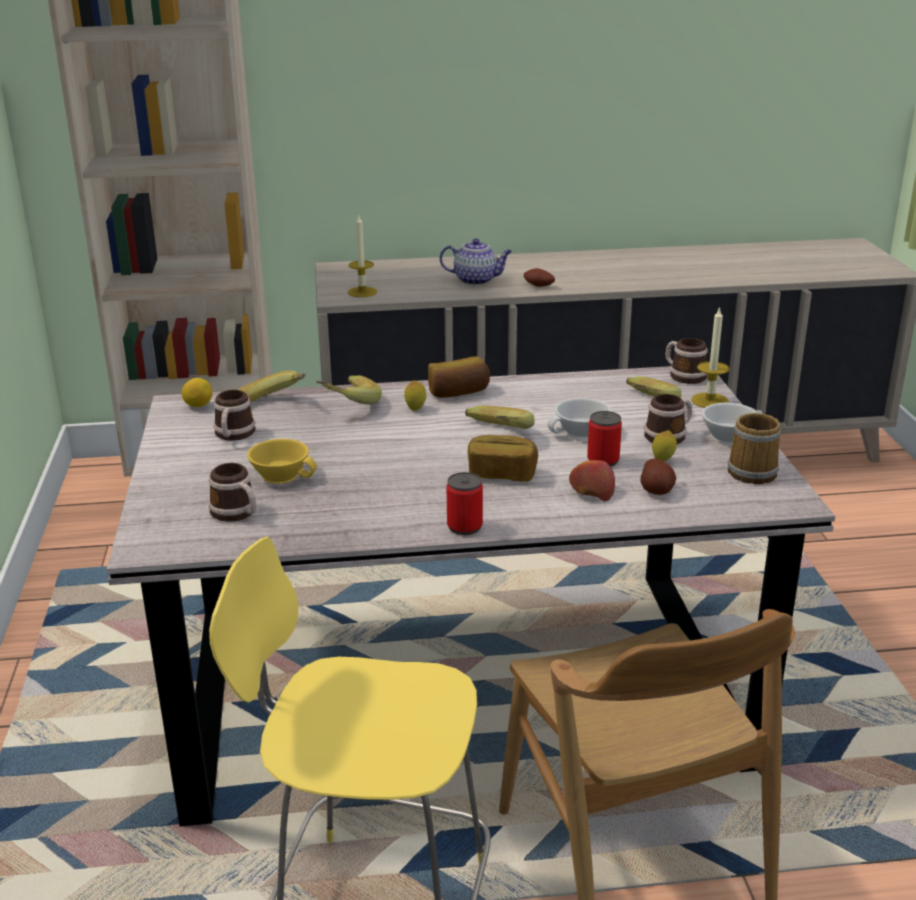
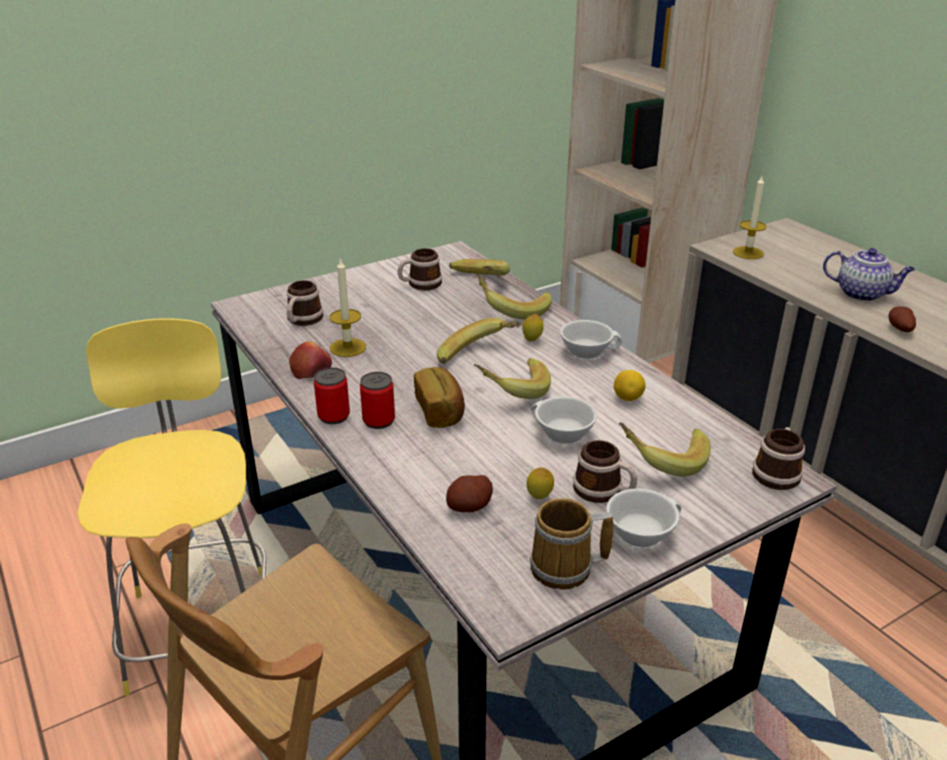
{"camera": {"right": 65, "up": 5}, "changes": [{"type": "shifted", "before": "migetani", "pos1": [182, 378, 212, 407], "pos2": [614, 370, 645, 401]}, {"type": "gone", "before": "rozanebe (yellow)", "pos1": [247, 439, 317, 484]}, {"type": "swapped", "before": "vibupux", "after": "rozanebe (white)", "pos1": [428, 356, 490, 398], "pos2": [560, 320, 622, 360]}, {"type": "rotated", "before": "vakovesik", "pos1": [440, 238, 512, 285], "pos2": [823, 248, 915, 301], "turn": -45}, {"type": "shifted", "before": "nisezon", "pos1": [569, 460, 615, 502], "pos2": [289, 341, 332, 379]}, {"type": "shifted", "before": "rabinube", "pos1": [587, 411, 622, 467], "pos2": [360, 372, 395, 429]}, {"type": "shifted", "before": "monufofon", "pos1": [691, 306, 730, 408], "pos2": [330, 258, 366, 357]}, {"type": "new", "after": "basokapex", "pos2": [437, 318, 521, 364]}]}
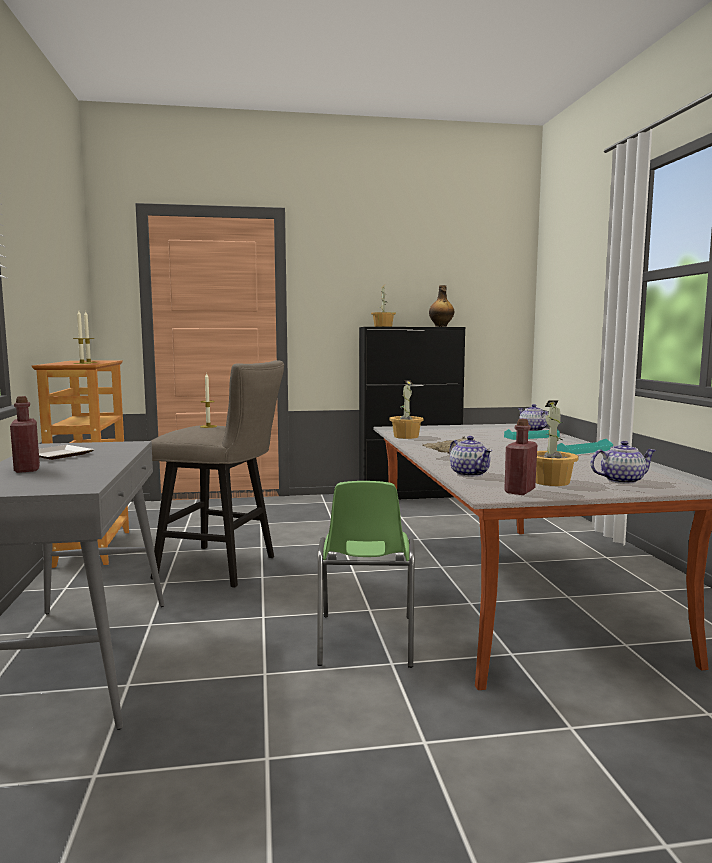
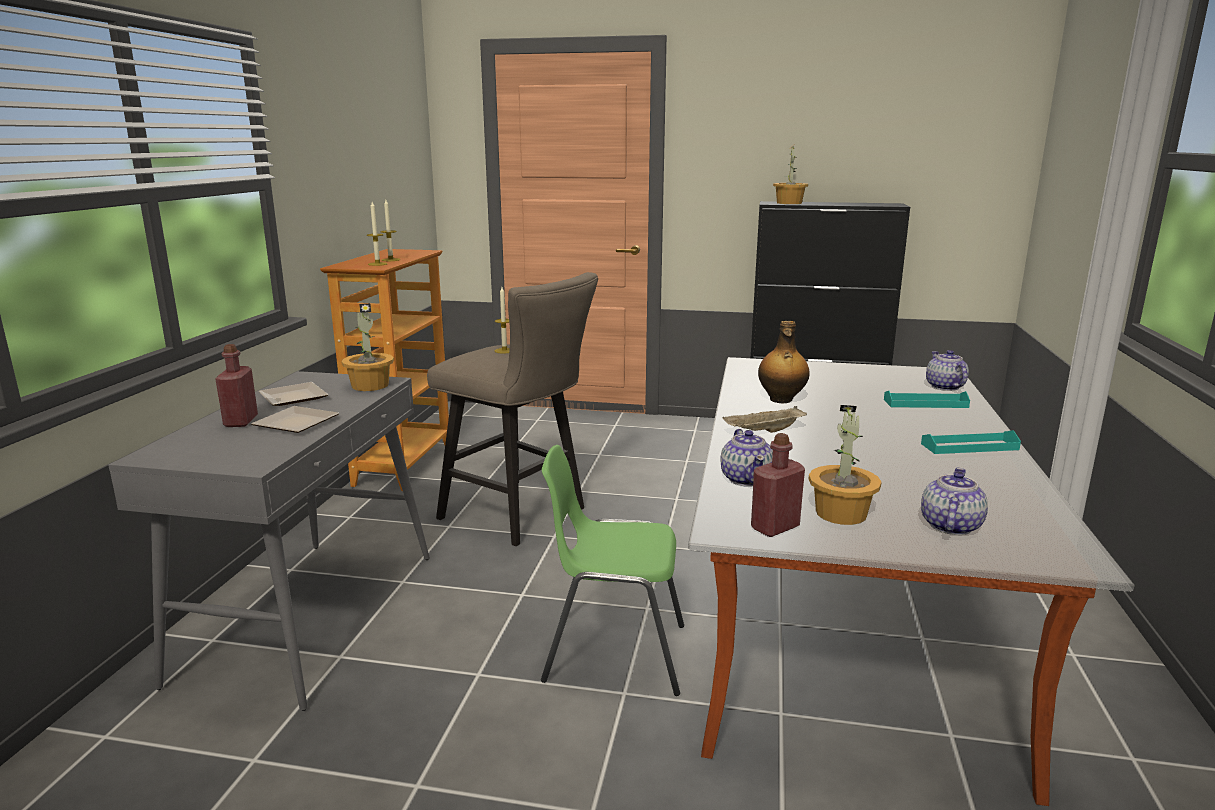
{"camera": {"right": 20, "up": 10}, "changes": [{"type": "rotated", "before": "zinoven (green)", "pos1": [317, 481, 415, 668], "pos2": [541, 445, 684, 696], "turn": 75}, {"type": "shifted", "before": "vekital", "pos1": [389, 380, 424, 439], "pos2": [341, 303, 394, 391]}, {"type": "shifted", "before": "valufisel", "pos1": [429, 285, 454, 327], "pos2": [758, 321, 810, 403]}, {"type": "rotated", "before": "vakovesik", "pos1": [591, 441, 657, 484], "pos2": [921, 468, 988, 535], "turn": -75}, {"type": "new", "after": "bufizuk", "pos2": [251, 406, 339, 433]}]}
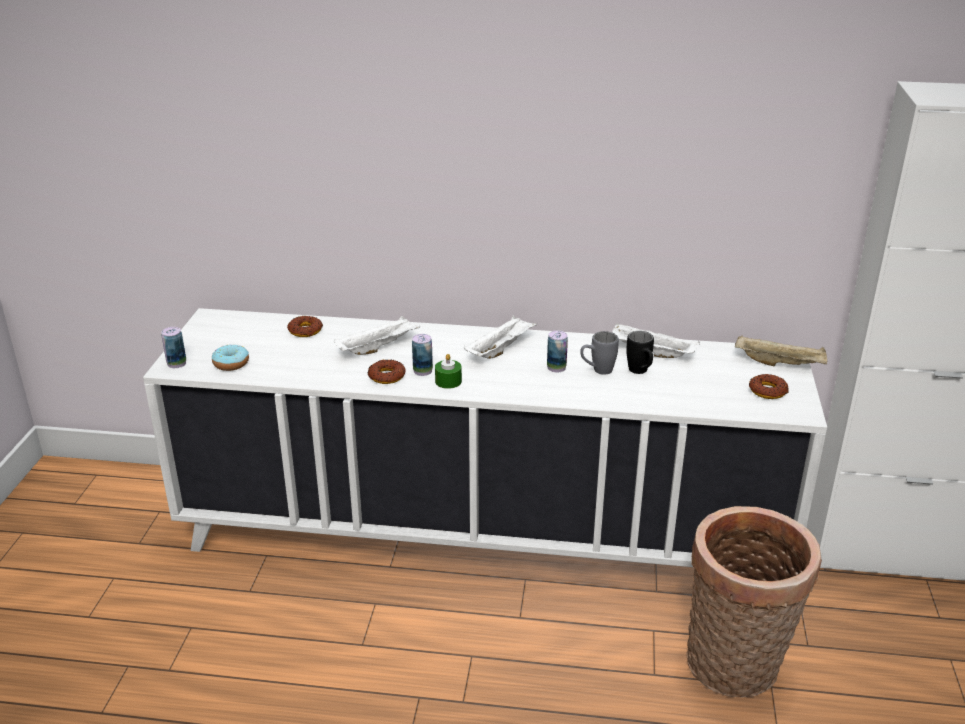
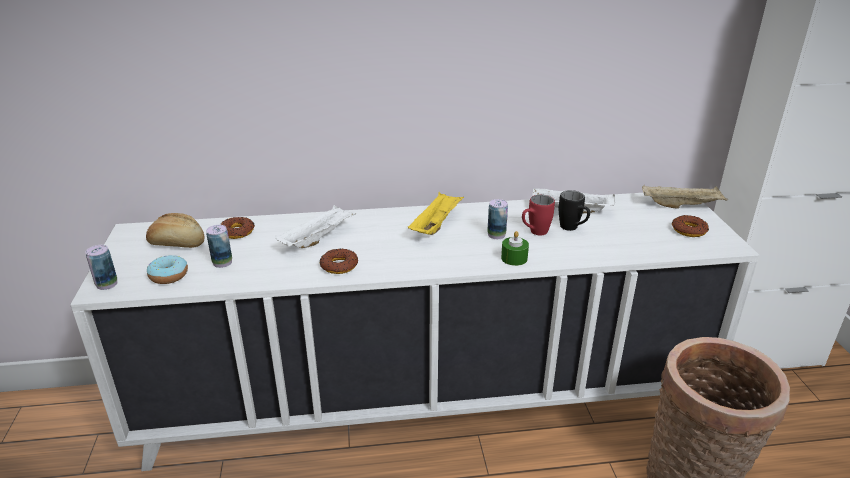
{"camera": {"right": -15, "up": 0}, "changes": [{"type": "shifted", "before": "rabinube", "pos1": [412, 334, 433, 376], "pos2": [206, 225, 232, 268]}, {"type": "shifted", "before": "monufofon (green)", "pos1": [435, 354, 462, 389], "pos2": [501, 231, 529, 266]}, {"type": "repainted", "before": "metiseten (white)", "after": "metiseten (yellow)", "pos1": [464, 315, 537, 359], "pos2": [408, 192, 464, 235]}, {"type": "repainted", "before": "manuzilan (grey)", "after": "manuzilan (red)", "pos1": [580, 331, 619, 375], "pos2": [522, 195, 555, 235]}, {"type": "new", "after": "vibupux", "pos2": [146, 213, 205, 248]}]}
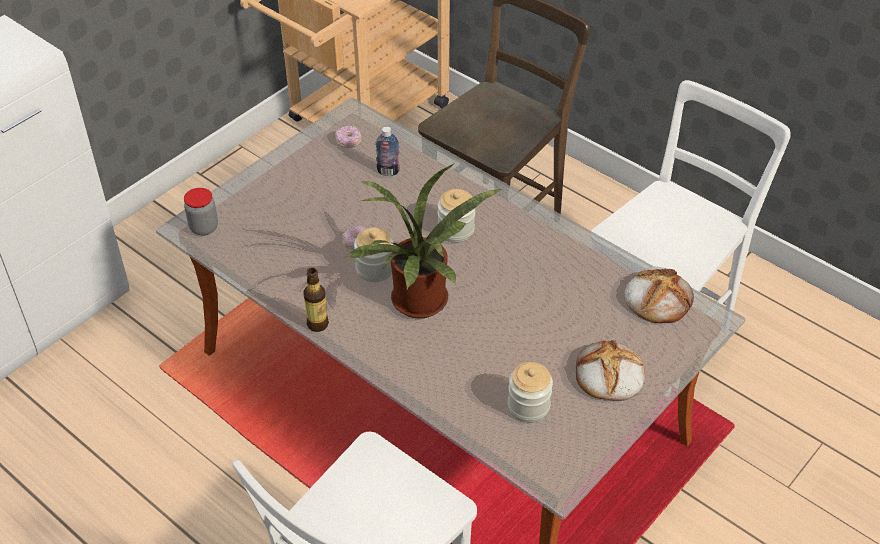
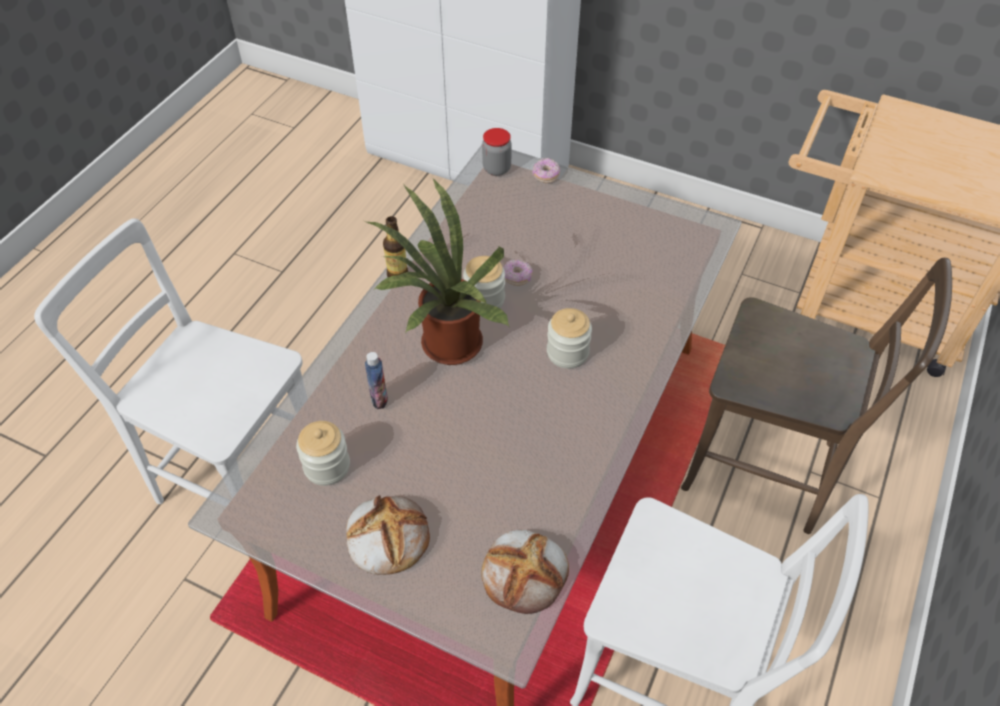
{"camera": {"right": 75, "up": 5}, "changes": [{"type": "shifted", "before": "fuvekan", "pos1": [335, 126, 362, 148], "pos2": [532, 158, 560, 183]}, {"type": "shifted", "before": "valufisel", "pos1": [375, 126, 400, 176], "pos2": [365, 352, 388, 409]}]}
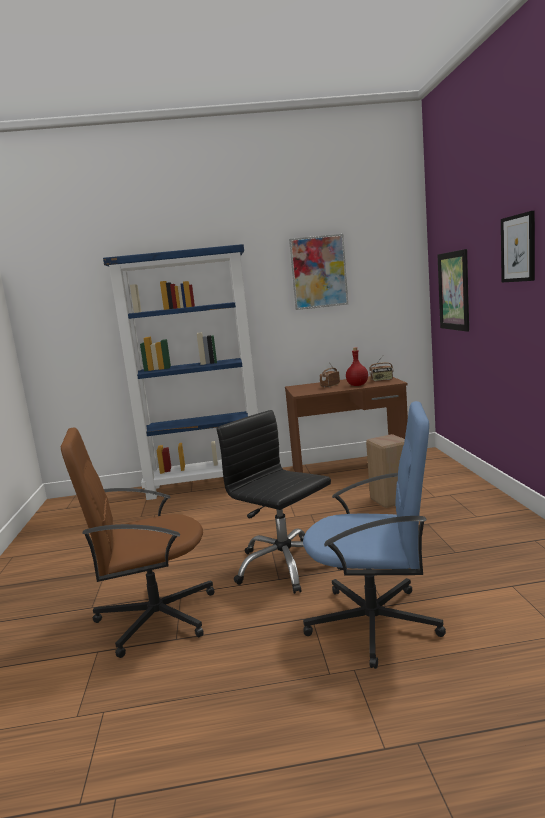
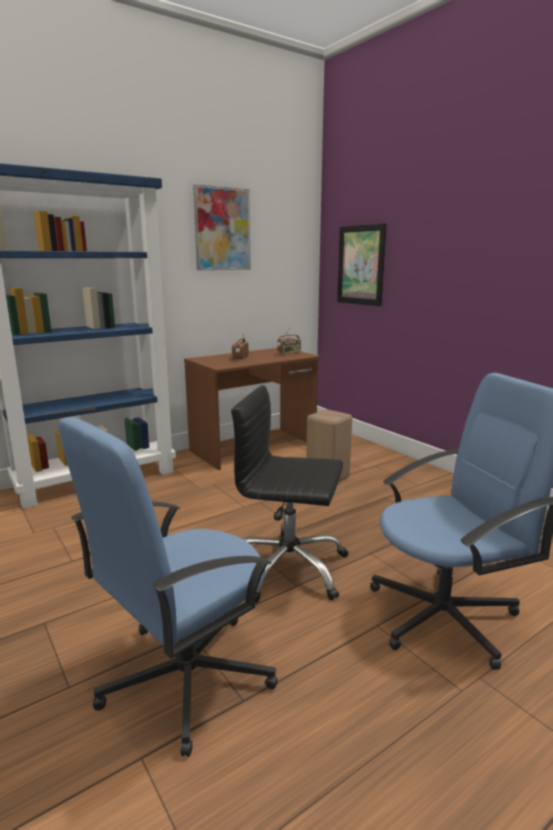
{"camera": {"right": -30, "up": 5}, "changes": [{"type": "repainted", "before": "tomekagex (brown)", "after": "tomekagex (blue)", "pos1": [61, 428, 214, 658], "pos2": [58, 417, 278, 757]}, {"type": "gone", "before": "valufisel (red)", "pos1": [346, 347, 368, 386]}, {"type": "gone", "before": "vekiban", "pos1": [501, 211, 535, 282]}]}
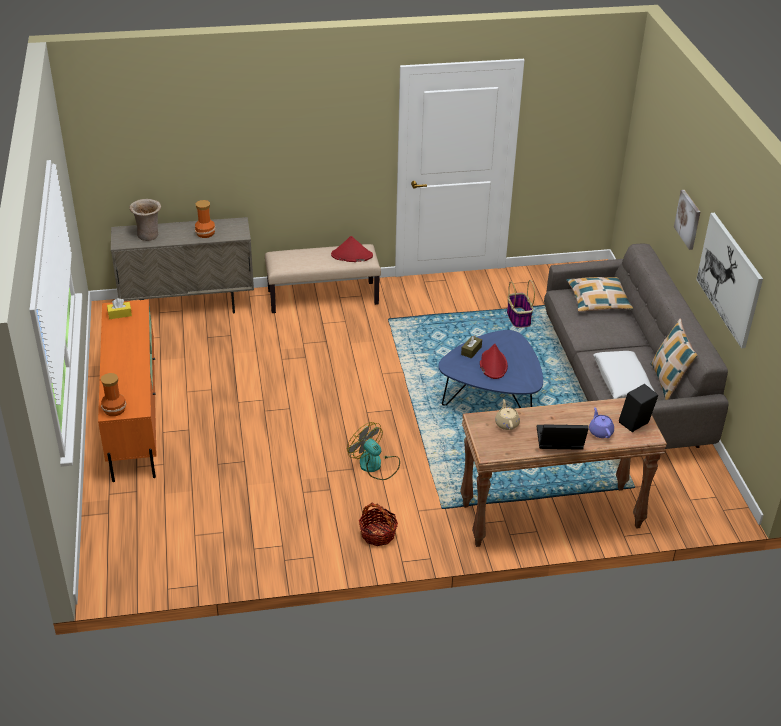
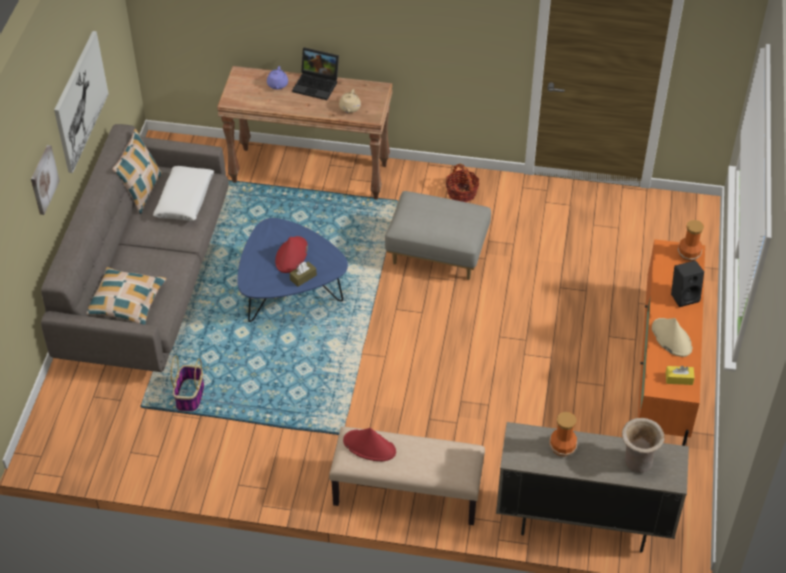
{"camera": {"right": -160, "up": 10}, "changes": [{"type": "swapped", "before": "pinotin", "after": "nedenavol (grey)", "pos1": [347, 422, 400, 480], "pos2": [385, 191, 491, 280]}, {"type": "shifted", "before": "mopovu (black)", "pos1": [619, 384, 658, 432], "pos2": [671, 260, 704, 307]}, {"type": "new", "after": "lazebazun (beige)", "pos2": [652, 318, 692, 357]}]}
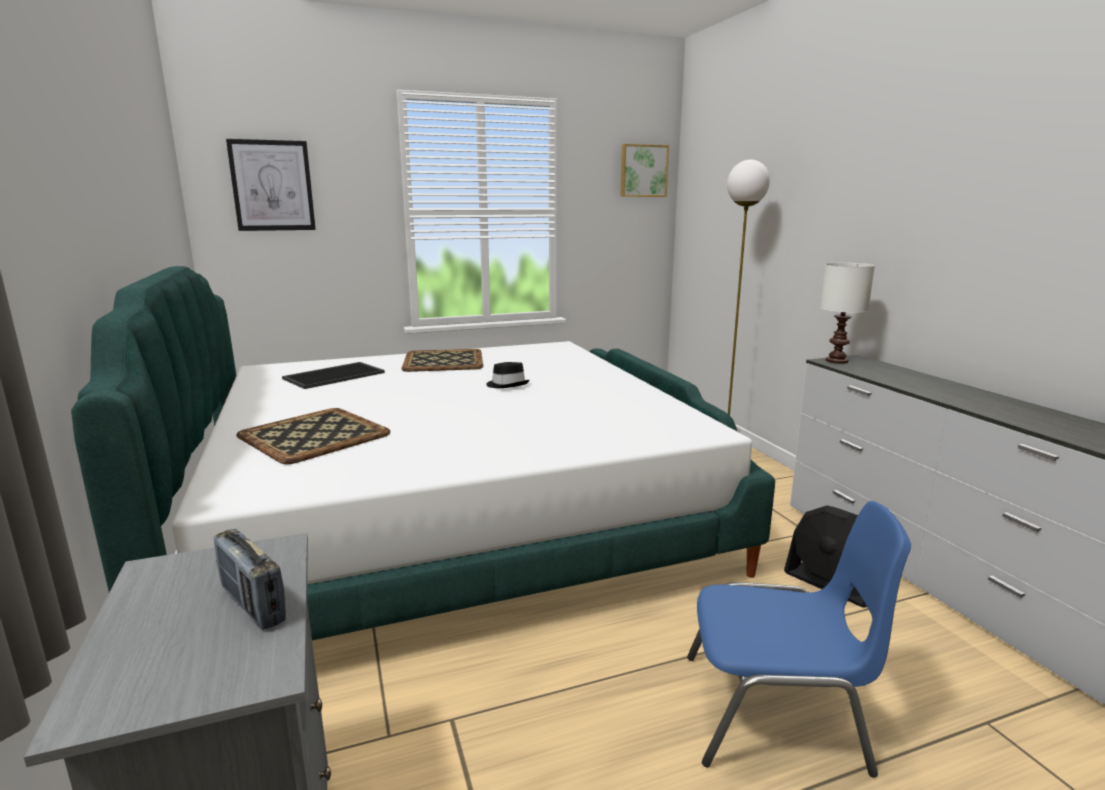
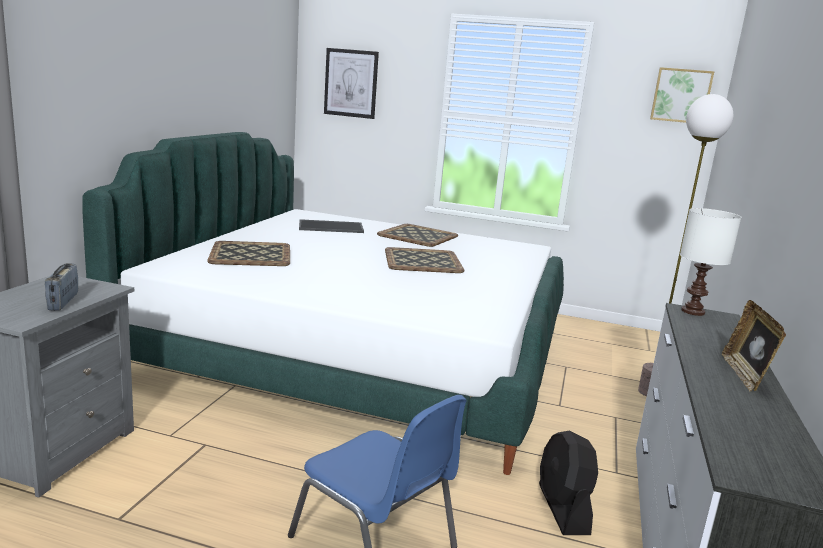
{"camera": {"right": 35, "up": 0}, "changes": [{"type": "swapped", "before": "lazebazun (black)", "after": "metiseten", "pos1": [486, 362, 529, 388], "pos2": [385, 247, 464, 273]}, {"type": "new", "after": "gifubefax", "pos2": [722, 300, 786, 391]}]}
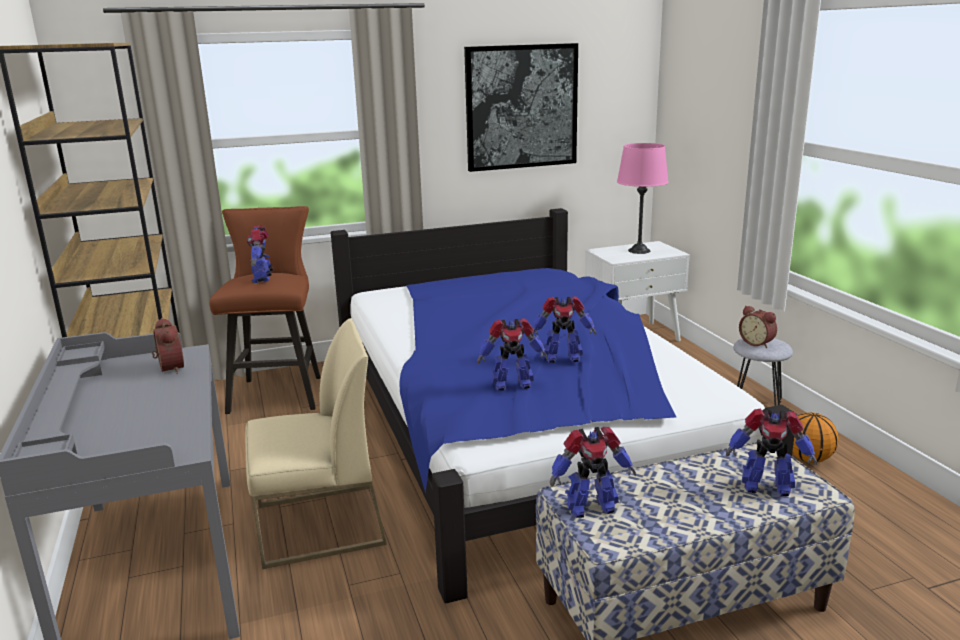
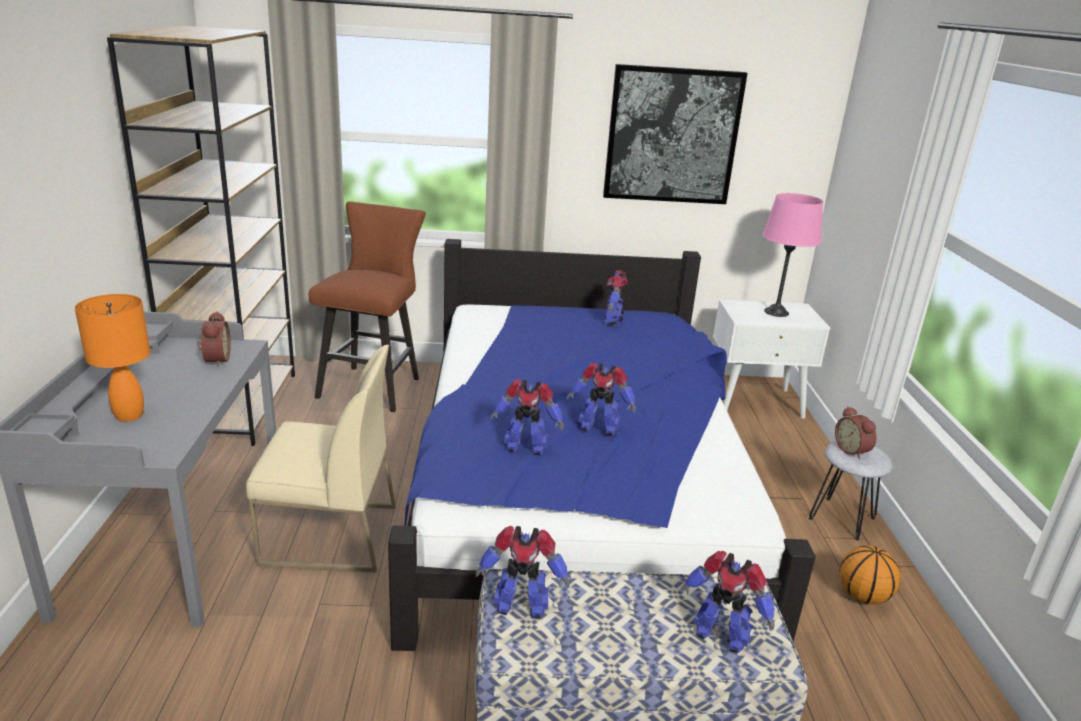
{"camera": {"right": 15, "up": 5}, "changes": [{"type": "shifted", "before": "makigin", "pos1": [247, 226, 273, 283], "pos2": [603, 270, 628, 326]}, {"type": "new", "after": "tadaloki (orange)", "pos2": [75, 294, 150, 422]}]}
